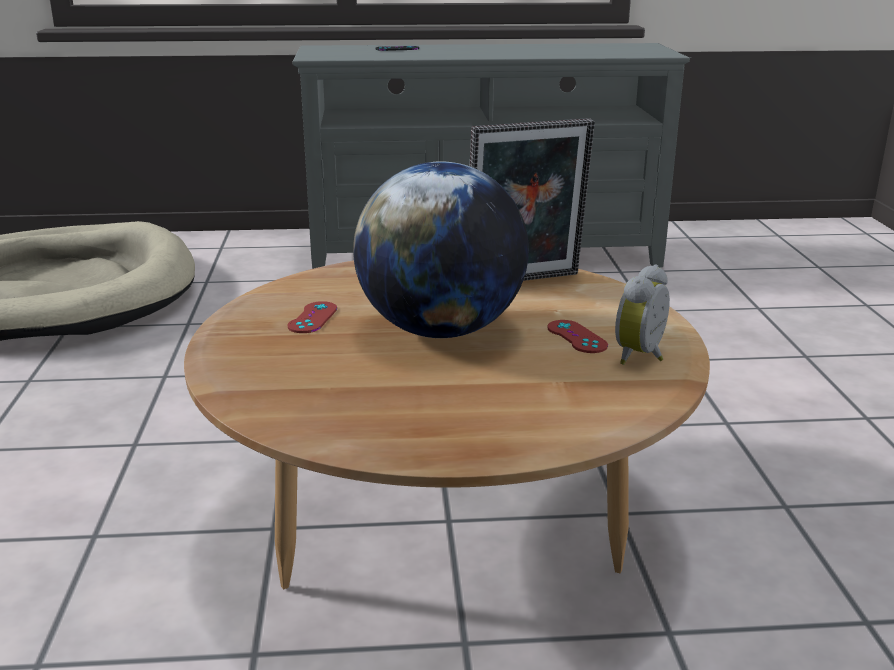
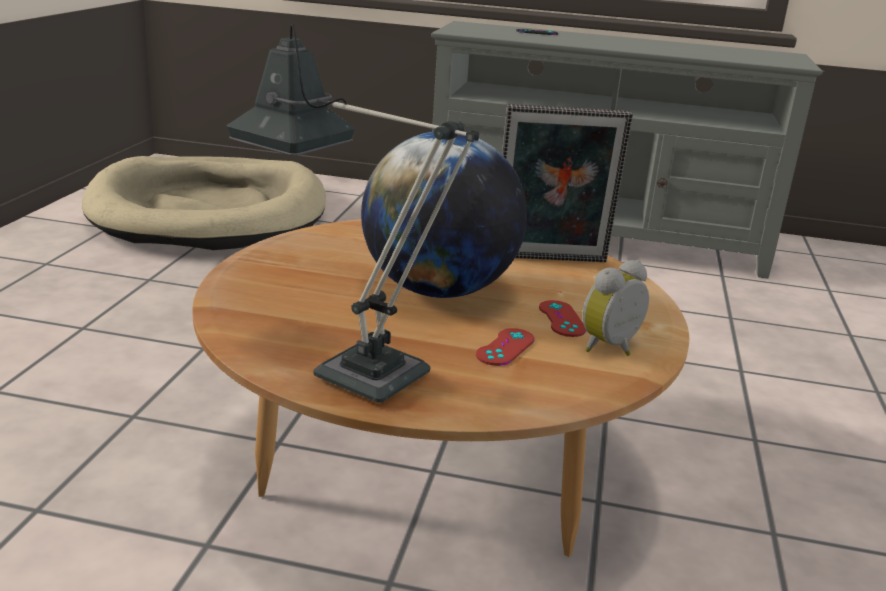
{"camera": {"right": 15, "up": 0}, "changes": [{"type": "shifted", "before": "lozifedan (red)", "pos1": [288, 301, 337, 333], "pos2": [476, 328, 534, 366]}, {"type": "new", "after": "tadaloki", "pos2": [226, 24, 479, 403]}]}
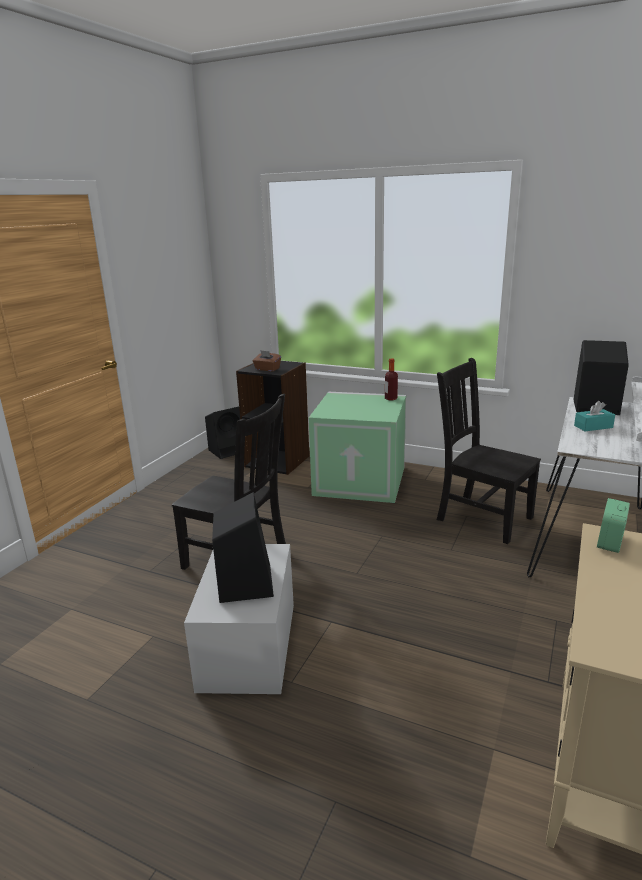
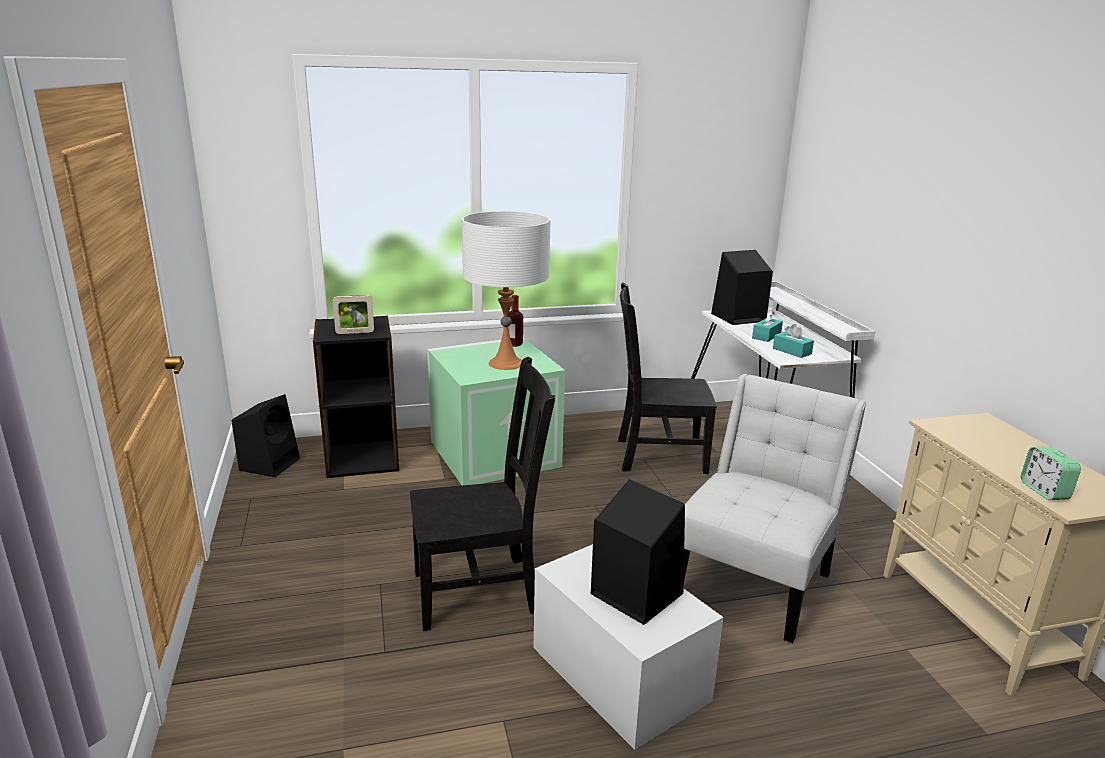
{"camera": {"right": -40, "up": 0}, "changes": [{"type": "swapped", "before": "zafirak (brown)", "after": "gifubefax", "pos1": [253, 350, 281, 371], "pos2": [333, 295, 374, 334]}, {"type": "shifted", "before": "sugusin", "pos1": [597, 498, 630, 553], "pos2": [1021, 447, 1081, 500]}, {"type": "new", "after": "tadaloki (white)", "pos2": [462, 211, 551, 370]}, {"type": "new", "after": "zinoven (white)", "pos2": [684, 374, 867, 643]}, {"type": "new", "after": "zafirak (turquoise)", "pos2": [773, 324, 814, 358]}]}
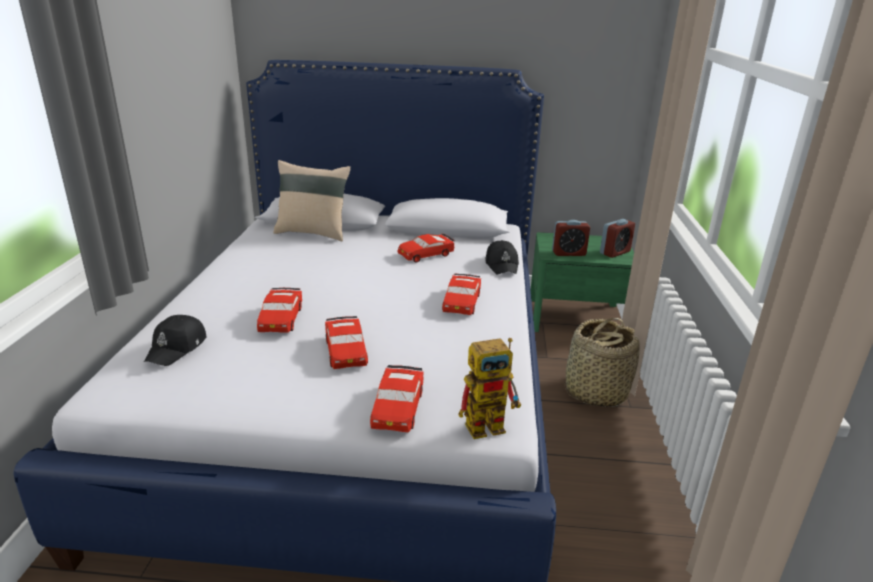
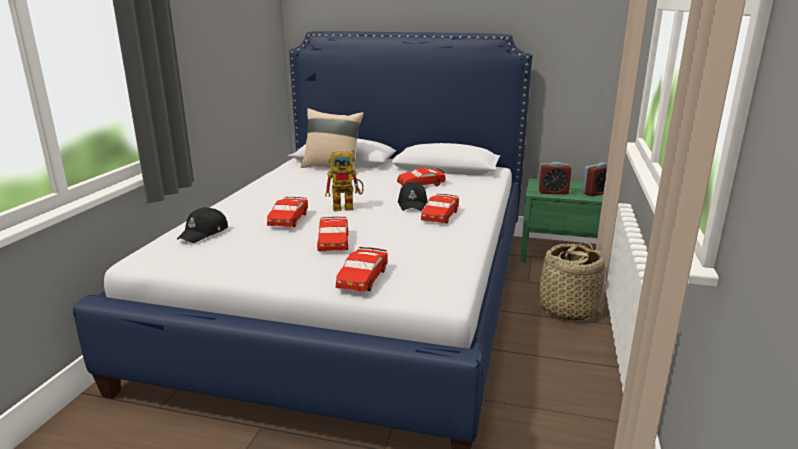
{"camera": {"right": 10, "up": -5}, "changes": [{"type": "shifted", "before": "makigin", "pos1": [458, 338, 521, 439], "pos2": [325, 149, 364, 211]}, {"type": "shifted", "before": "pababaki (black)", "pos1": [485, 240, 519, 275], "pos2": [398, 181, 428, 211]}]}
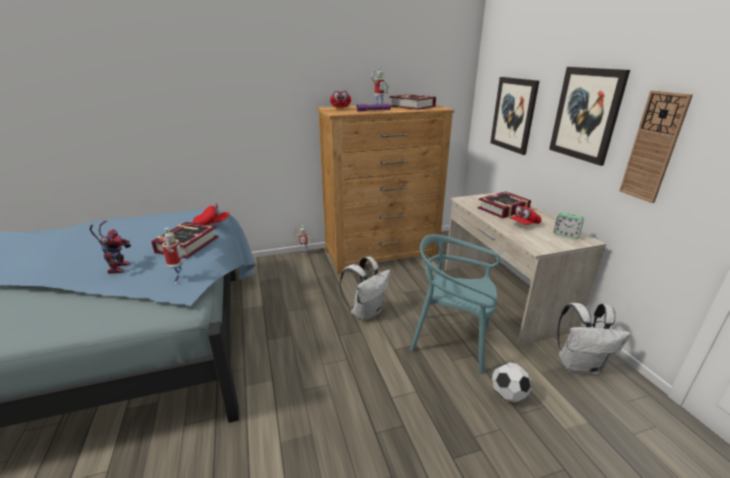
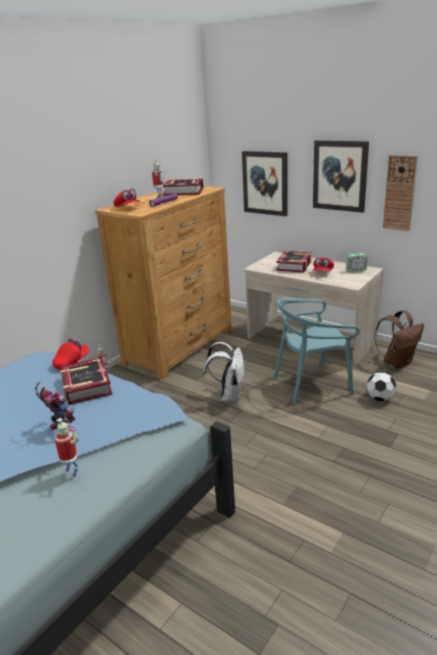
{"camera": {"right": -35, "up": 0}, "changes": [{"type": "shifted", "before": "makigin", "pos1": [162, 228, 184, 284], "pos2": [55, 418, 79, 480]}, {"type": "repainted", "before": "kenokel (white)", "after": "kenokel (brown)", "pos1": [557, 303, 630, 375], "pos2": [374, 310, 424, 368]}]}
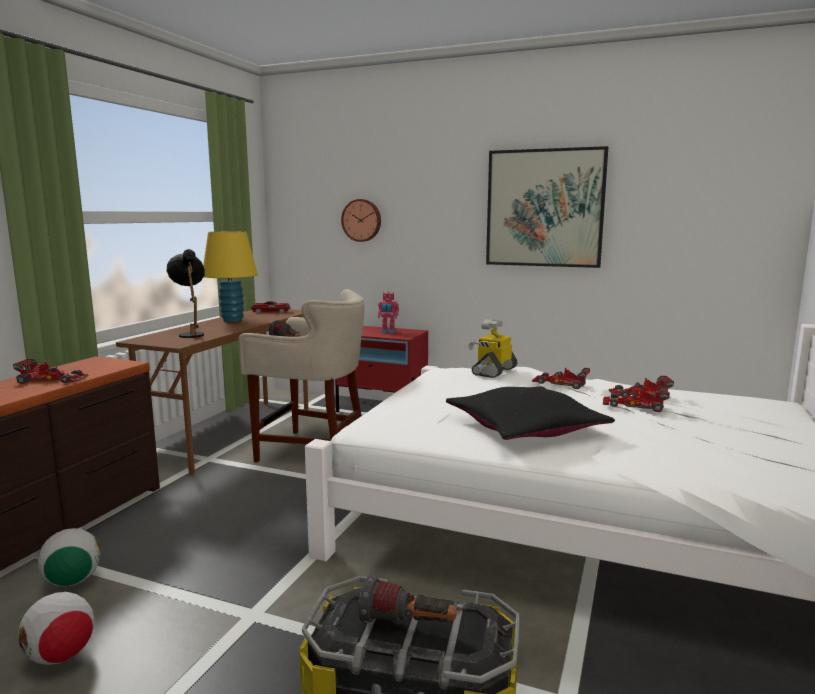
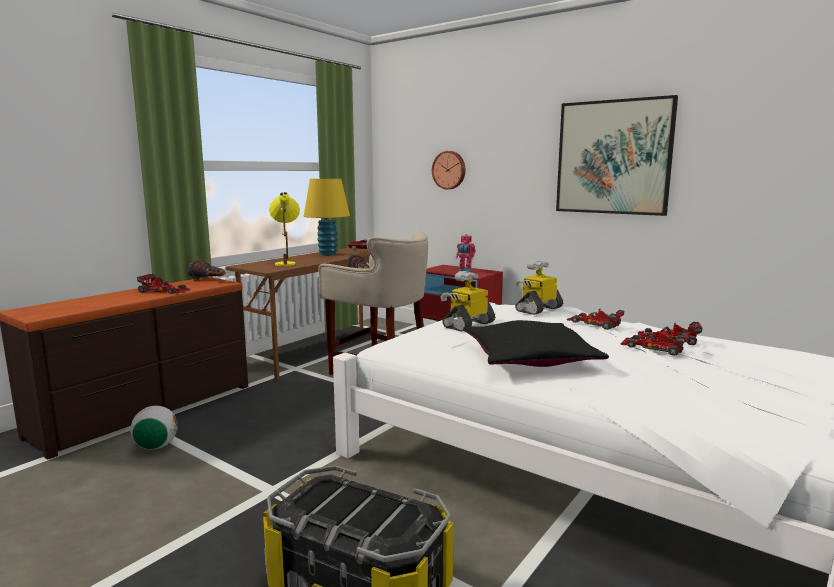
{"camera": {"right": 15, "up": 0}, "changes": [{"type": "gone", "before": "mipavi", "pos1": [18, 592, 94, 665]}, {"type": "repainted", "before": "tadaloki (black)", "after": "tadaloki (yellow)", "pos1": [167, 249, 205, 338], "pos2": [269, 192, 300, 266]}, {"type": "shifted", "before": "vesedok", "pos1": [359, 576, 457, 624], "pos2": [188, 260, 225, 279]}, {"type": "new", "after": "makigin", "pos2": [440, 271, 496, 331]}]}
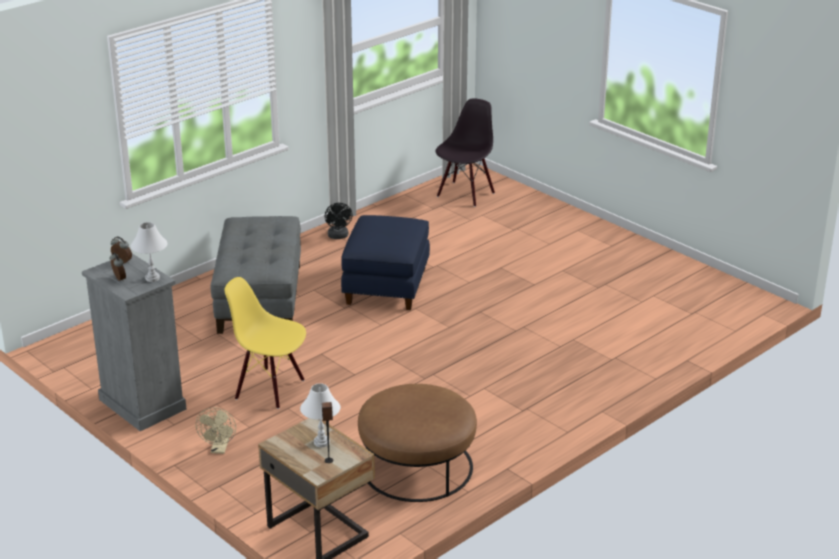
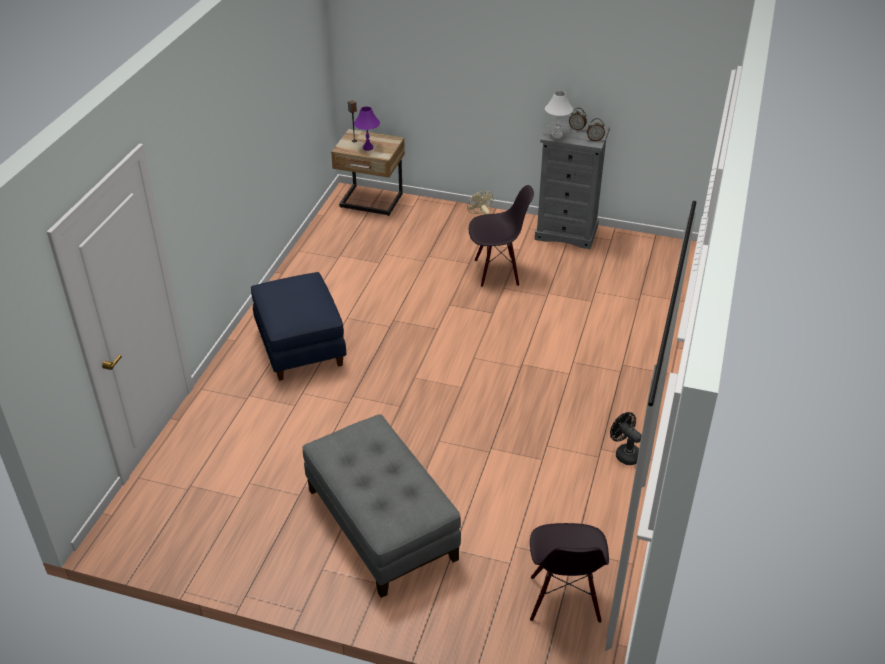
{"camera": {"right": 150, "up": 10}, "changes": [{"type": "shifted", "before": "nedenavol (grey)", "pos1": [211, 216, 301, 334], "pos2": [302, 414, 461, 598]}, {"type": "repainted", "before": "zinoven (yellow)", "after": "zinoven (black)", "pos1": [225, 277, 306, 409], "pos2": [469, 185, 534, 287]}, {"type": "repainted", "before": "tadaloki (white)", "after": "tadaloki (purple)", "pos1": [300, 383, 341, 447], "pos2": [354, 107, 380, 151]}, {"type": "shifted", "before": "nedenavol (blue)", "pos1": [341, 215, 430, 310], "pos2": [251, 272, 346, 381]}, {"type": "gone", "before": "nedenavol (brown)", "pos1": [358, 384, 477, 502]}]}
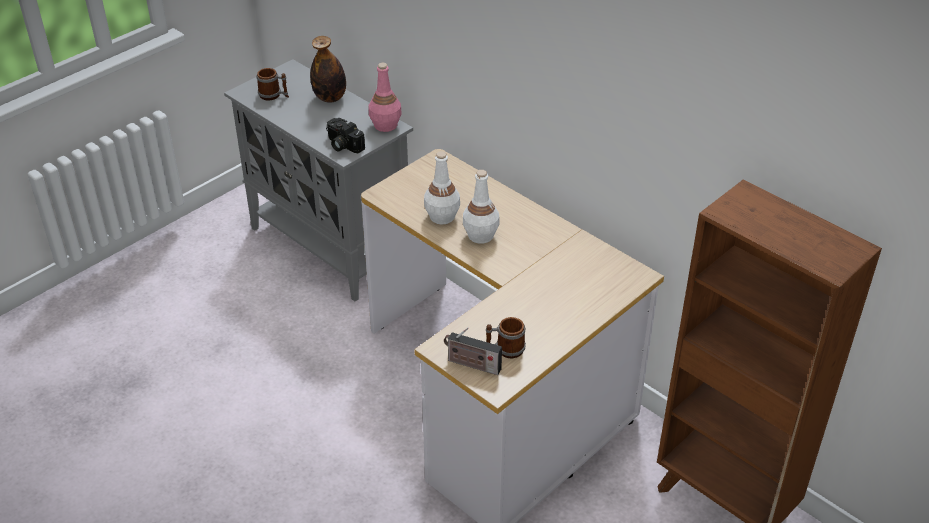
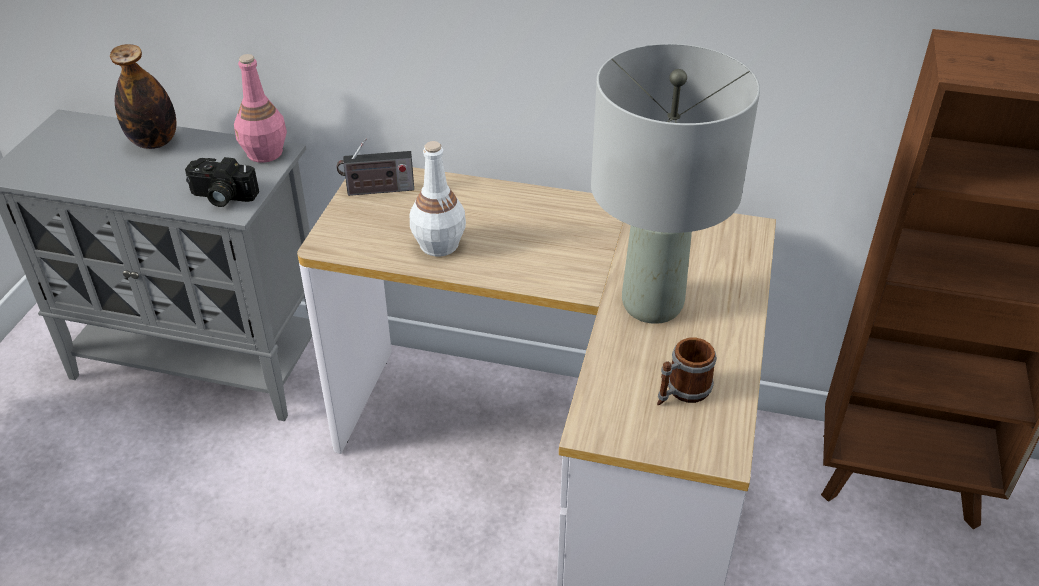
{"camera": {"right": -30, "up": 0}, "changes": [{"type": "gone", "before": "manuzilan", "pos1": [256, 68, 289, 100]}, {"type": "shifted", "before": "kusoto", "pos1": [444, 327, 502, 375], "pos2": [337, 138, 414, 196]}, {"type": "gone", "before": "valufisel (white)", "pos1": [463, 170, 500, 244]}, {"type": "new", "after": "tadaloki (grey)", "pos2": [591, 44, 760, 324]}]}
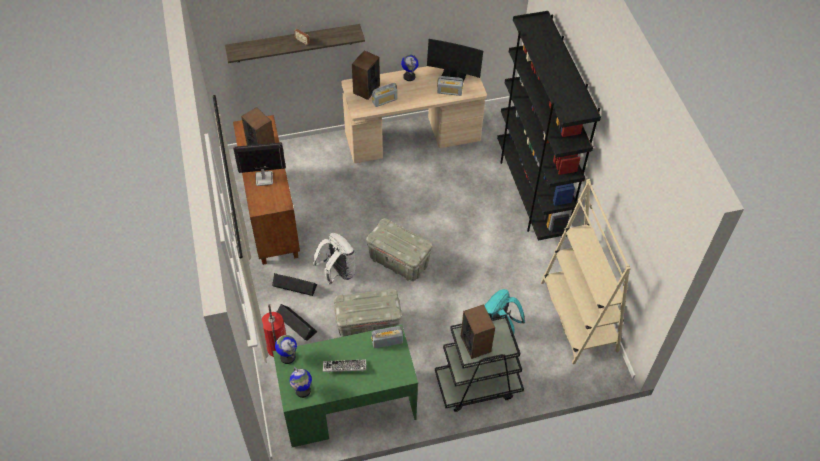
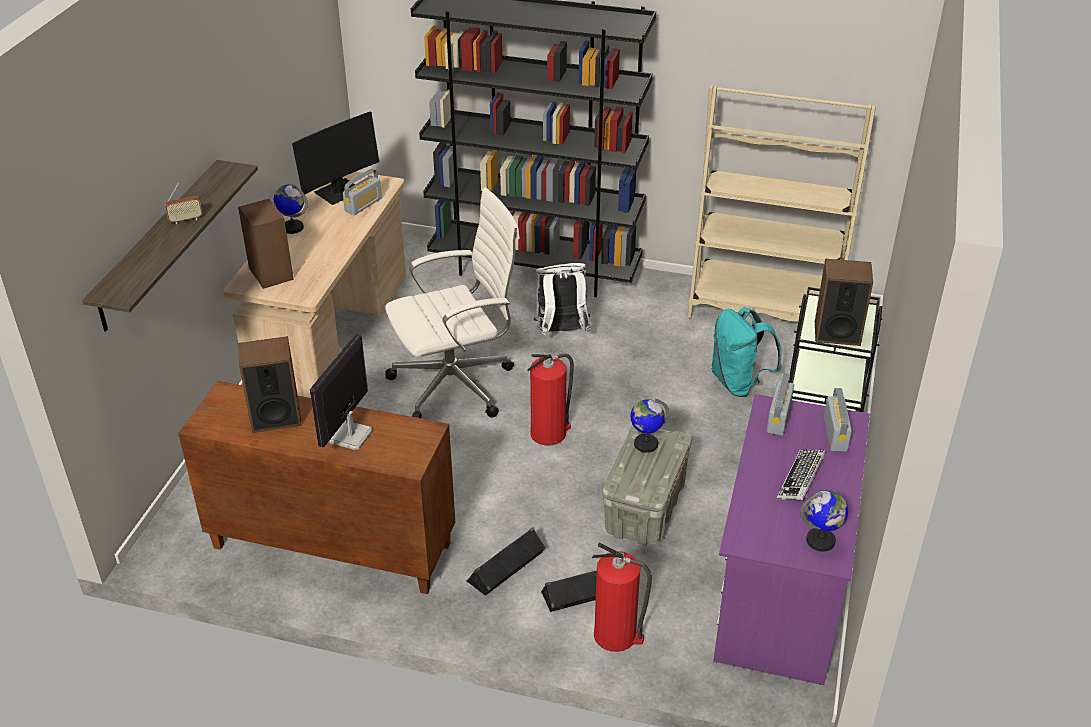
{"camera": {"right": -60, "up": -15}, "changes": [{"type": "repainted", "before": "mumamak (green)", "after": "mumamak (purple)", "pos1": [273, 325, 418, 447], "pos2": [713, 394, 870, 685]}, {"type": "shifted", "before": "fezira", "pos1": [275, 335, 297, 364], "pos2": [630, 399, 669, 453]}, {"type": "shifted", "before": "kenokel (white)", "pos1": [313, 233, 355, 285], "pos2": [533, 263, 591, 335]}, {"type": "swapped", "before": "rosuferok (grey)", "after": "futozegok", "pos1": [366, 218, 432, 281], "pos2": [527, 353, 574, 445]}, {"type": "shifted", "before": "kusoto", "pos1": [372, 83, 398, 107], "pos2": [824, 388, 852, 452]}, {"type": "new", "after": "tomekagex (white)", "pos2": [385, 188, 520, 418]}]}
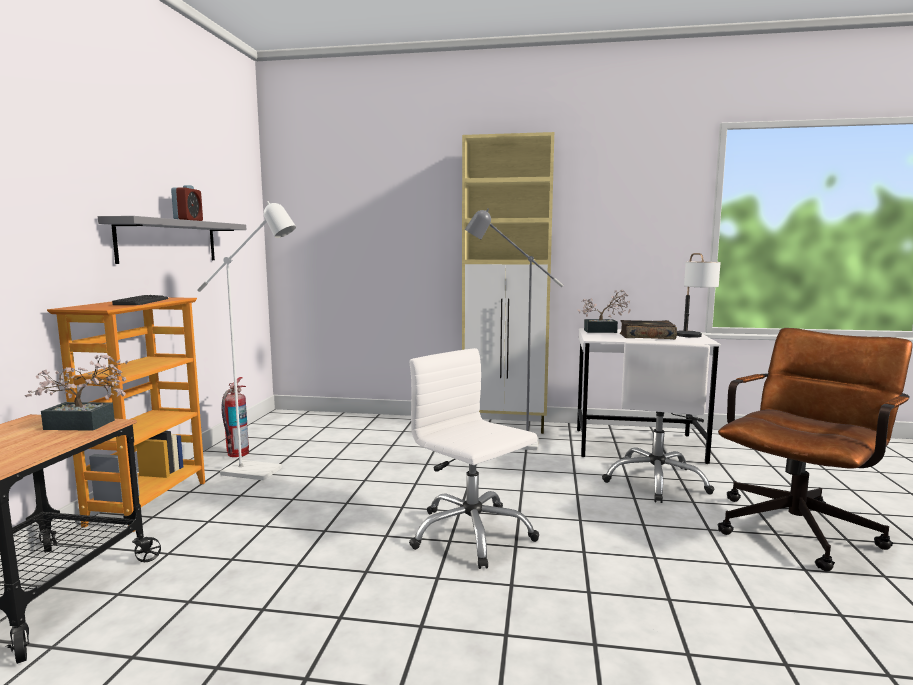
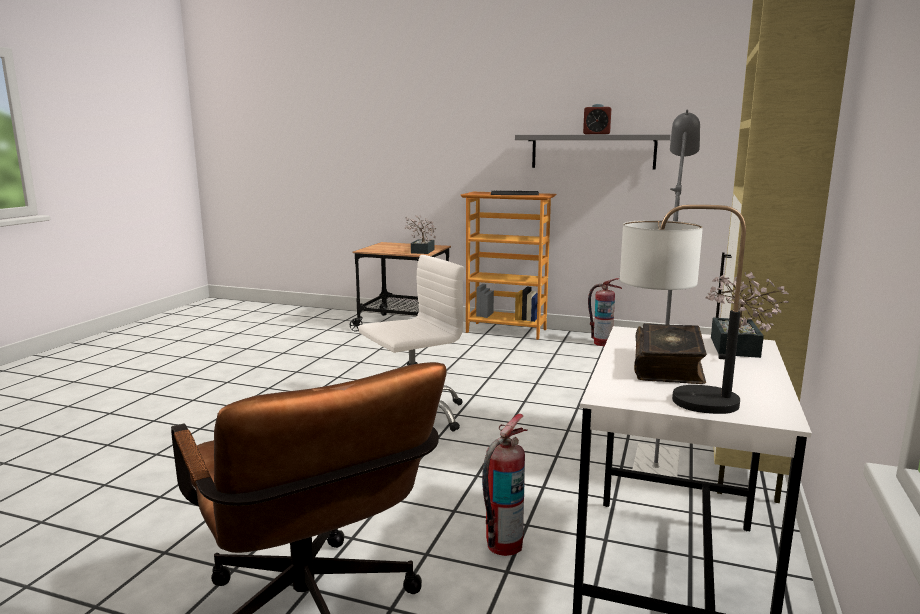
{"camera": {"right": 100, "up": 5}, "changes": [{"type": "gone", "before": "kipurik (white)", "pos1": [197, 201, 296, 480]}, {"type": "swapped", "before": "tomekagex (white)", "after": "futozegok", "pos1": [602, 341, 715, 503], "pos2": [482, 414, 527, 556]}]}
